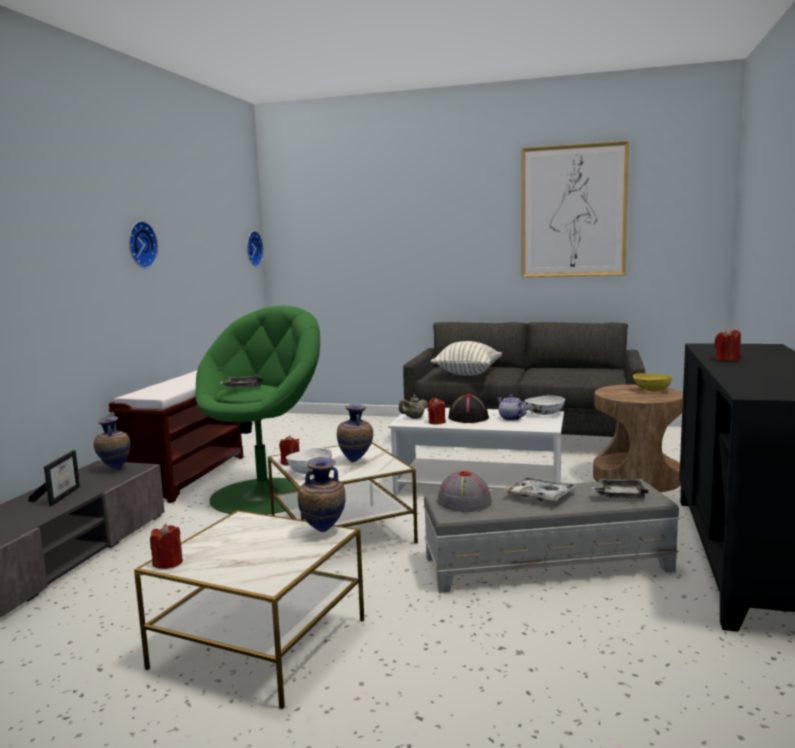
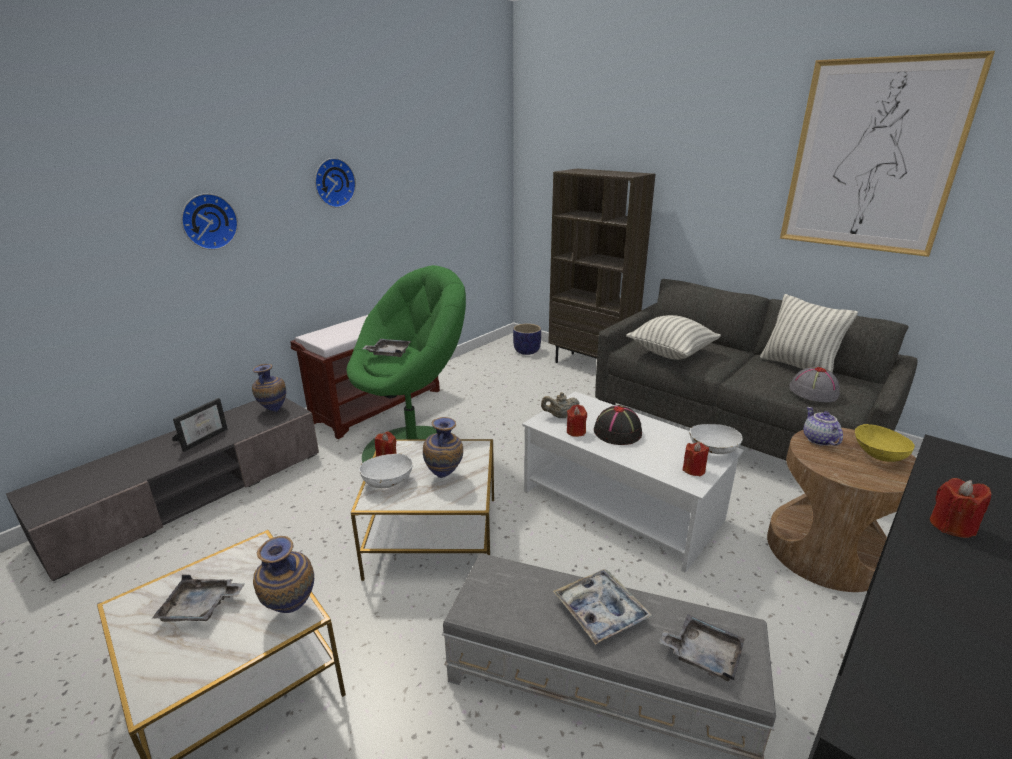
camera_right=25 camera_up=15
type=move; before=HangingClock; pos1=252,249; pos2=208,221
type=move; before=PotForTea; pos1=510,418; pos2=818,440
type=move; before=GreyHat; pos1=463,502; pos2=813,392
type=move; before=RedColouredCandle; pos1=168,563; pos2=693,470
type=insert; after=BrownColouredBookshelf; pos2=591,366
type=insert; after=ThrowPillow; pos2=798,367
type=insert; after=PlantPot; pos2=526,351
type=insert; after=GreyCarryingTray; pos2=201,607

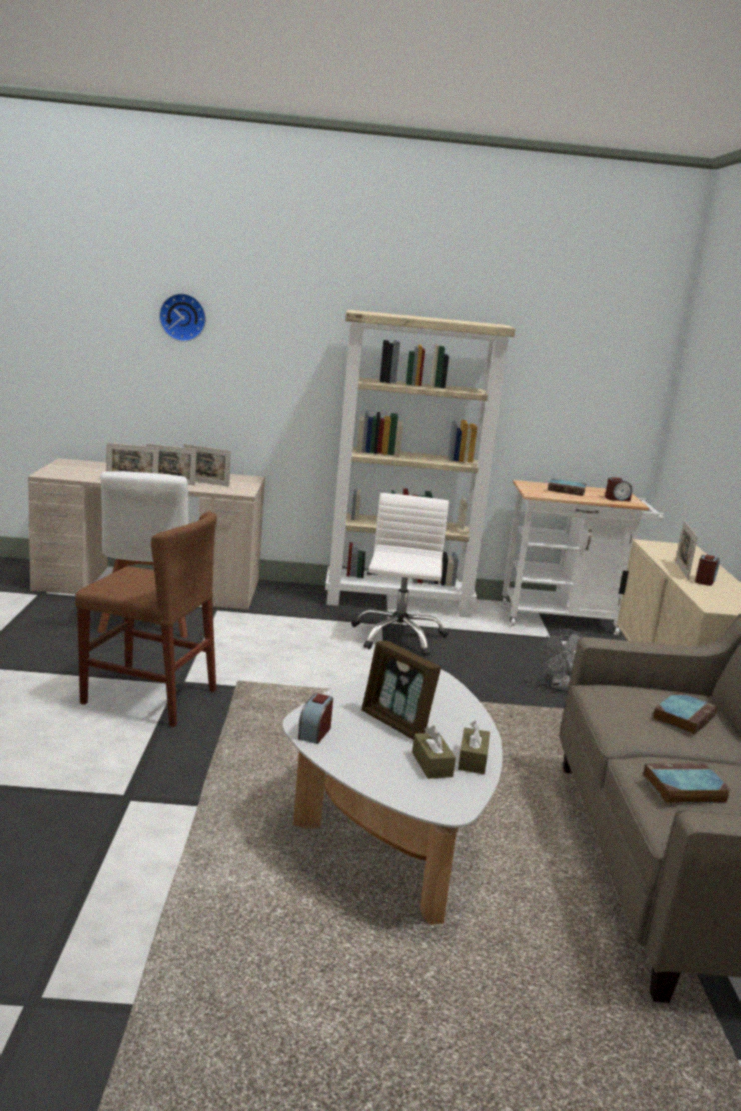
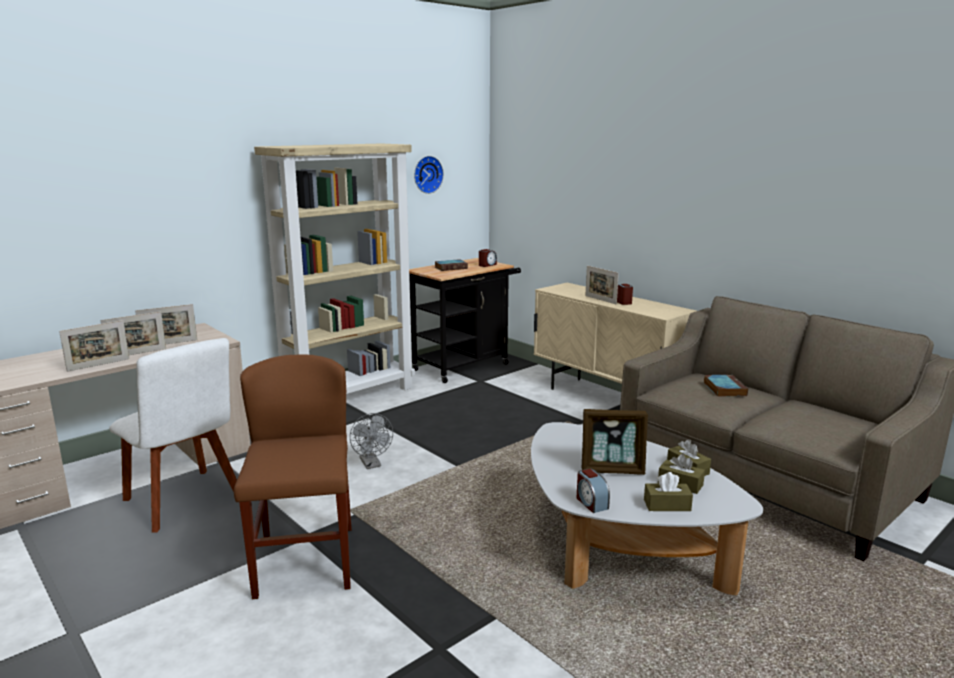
camera_right=-40 camera_up=0
type=move; before=HangingClock; pos1=183,317; pos2=427,174
type=recolor; before=WhiteColouredCart; after=BlackCart; pos1=566,619; pos2=465,365
type=delete; before=WhiteColouredOfficeChair; pos1=397,636
type=rotate; before=BrownColouredPlainChair; pos1=149,696; pos2=305,561; turn=-75
type=move; before=GreyFan; pos1=560,686; pos2=372,464
type=delete; before=BoundBook; pos1=683,789
type=insert; after=BrownColouredTissueHolder; pos2=667,505

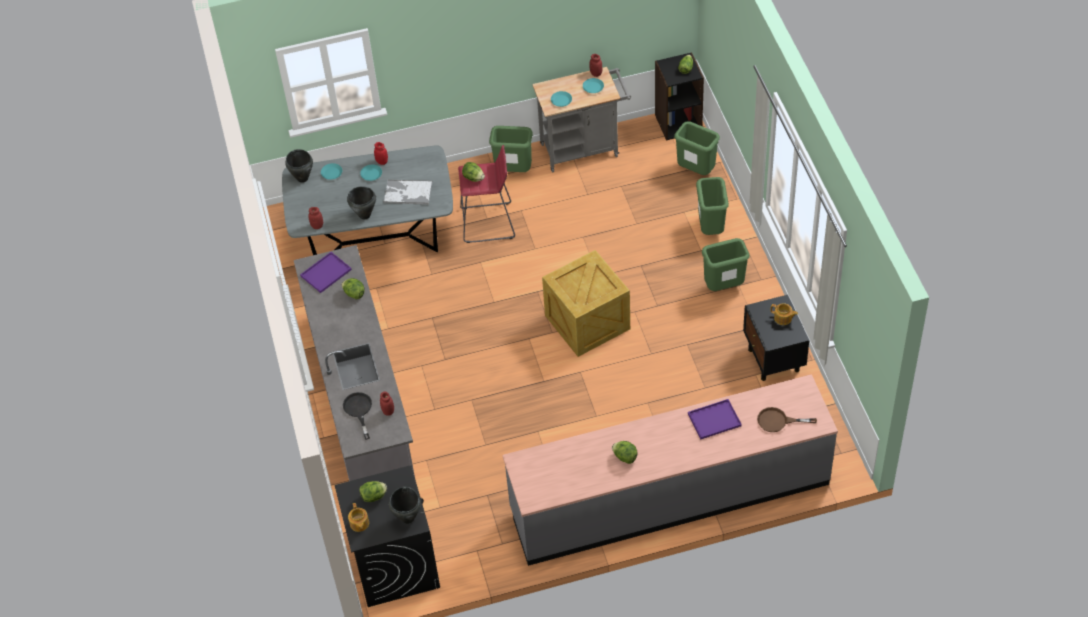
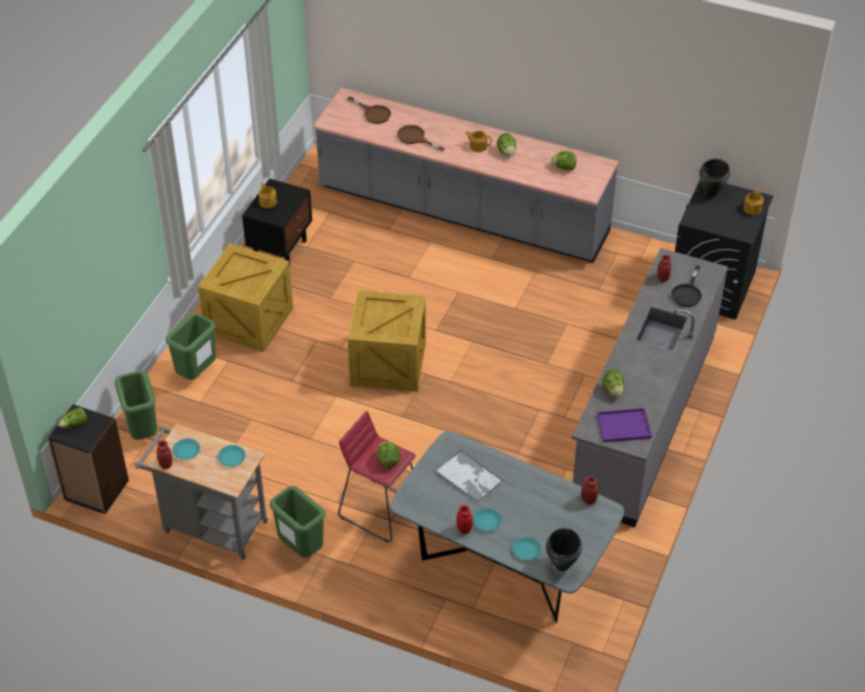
camera_right=-145 camera_up=-5
type=delete; before=BlackStockpot; pos1=365,215
type=replace; before=GreenRubbishBin; after=PackingCrate; pos1=724,287; pos2=247,321
type=replace; before=PurplishCarryingTray; after=BrownColouredFryingPan; pos1=715,419; pos2=415,138
type=move; before=Lettuce; pos1=374,496; pos2=564,168
type=insert; after=PotForTea; pos2=478,146

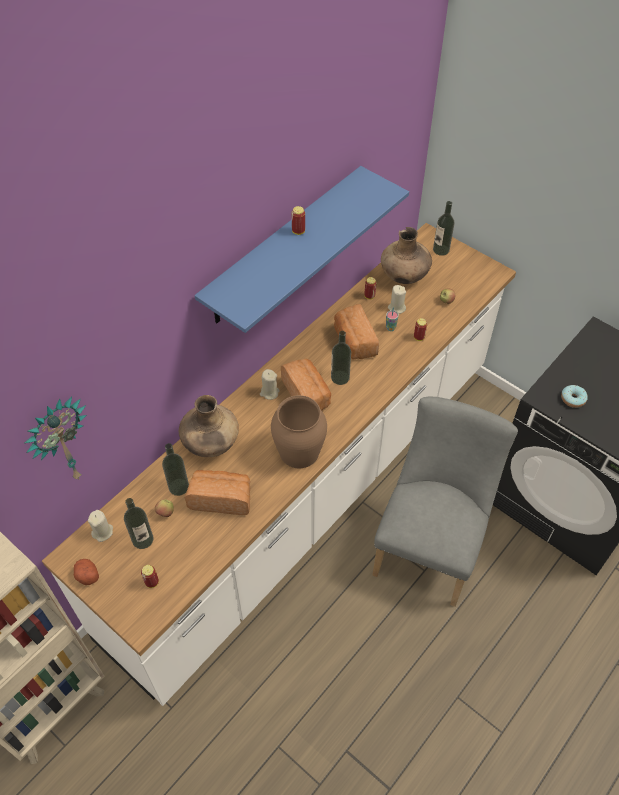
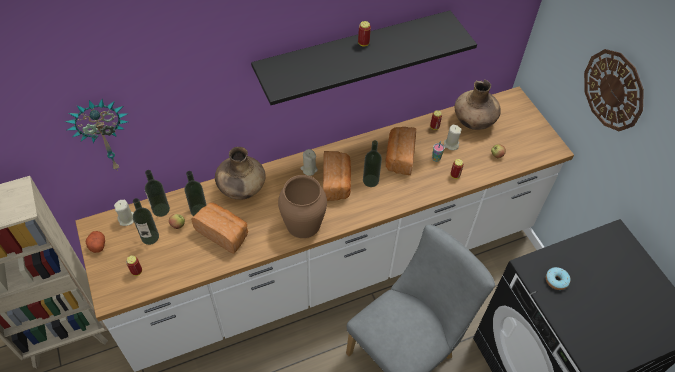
camera_right=25 camera_up=0
type=recolor; before=BluishWallShelf; after=BlackWallShelf; pos1=283,246; pos2=353,53
type=move; before=Bottle; pos1=441,250; pos2=161,209
type=insert; after=HangingClock; pos2=613,90

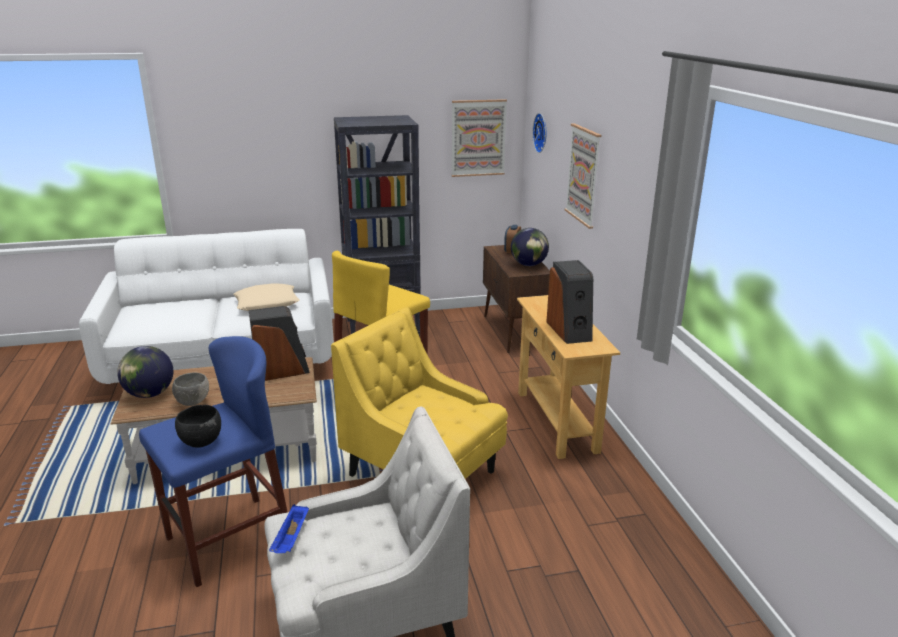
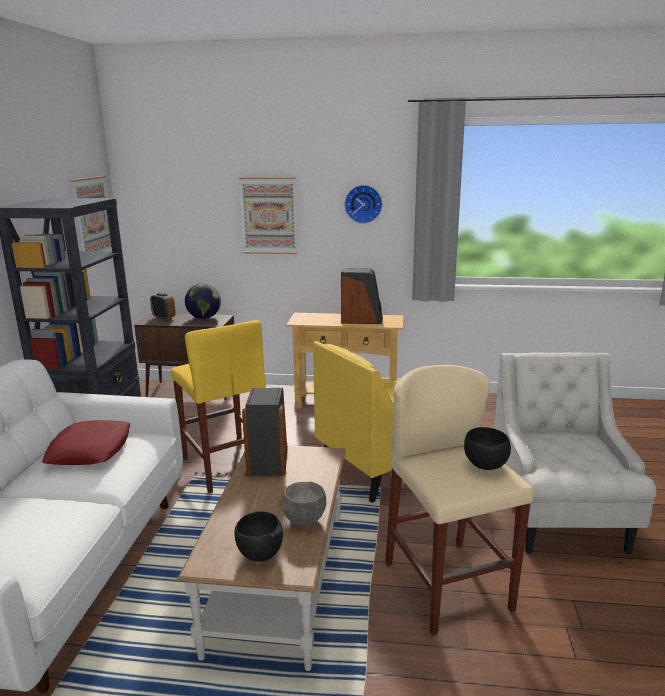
camera_right=-70 camera_up=-5
type=move; before=HangingClock; pos1=542,133; pos2=363,204
type=recolor; before=SandColouredThrowPillow; after=RedColouredThrowPillow; pos1=267,303; pos2=90,450
type=recolor; before=BluishSittingStool; after=SandColouredSittingStool; pos1=229,540; pos2=447,585
type=replace; before=DeskGlobe; after=BlackDeepDish; pos1=150,394; pos2=259,554
type=delete; before=BluishCarryingTray; pos1=291,539

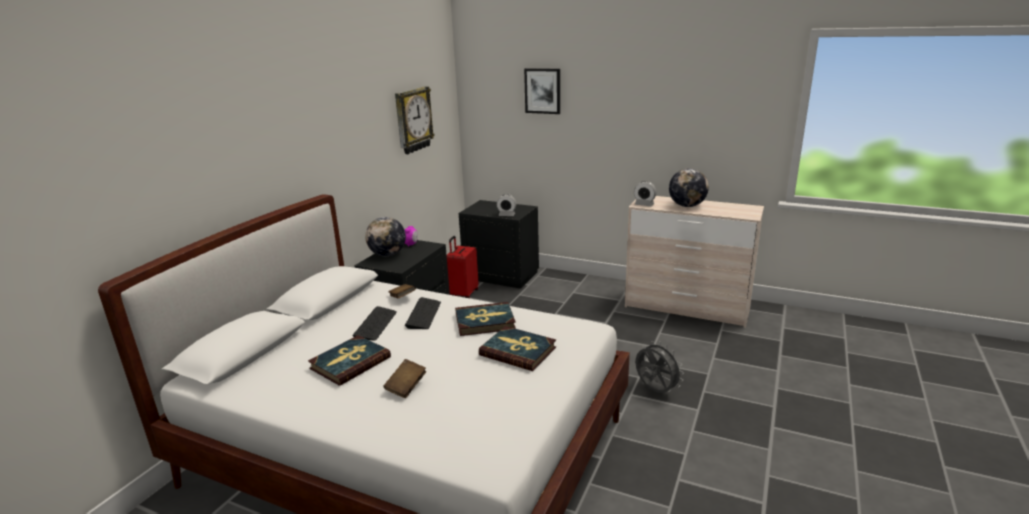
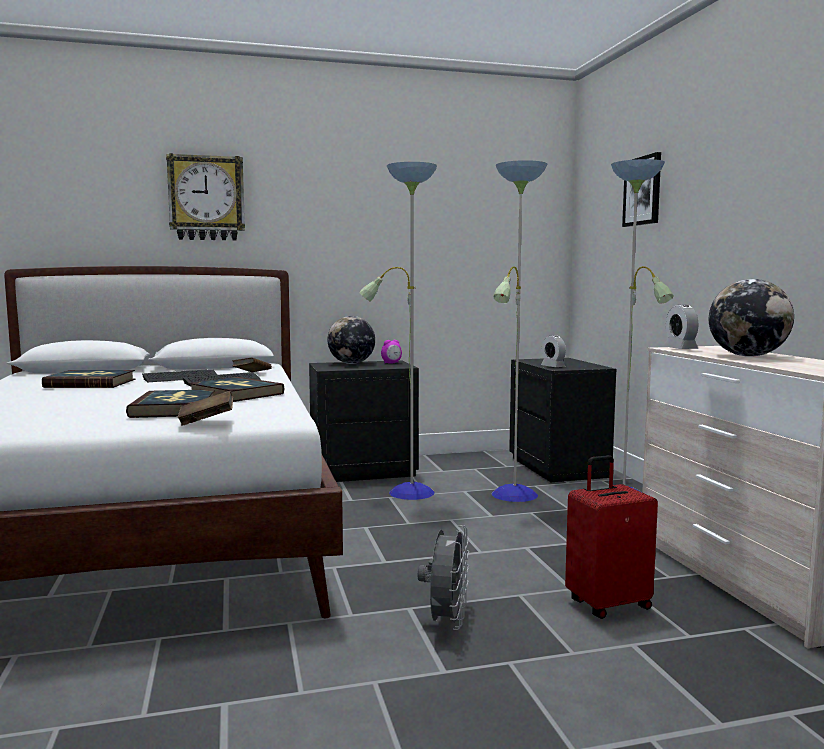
camera_right=50 camera_up=-15
type=move; before=HangingClock; pos1=413,120; pos2=206,198
type=move; before=RedColouredSuitcase; pos1=463,294; pos2=607,604
type=move; before=BrownColouredBoundBook; pos1=406,387; pos2=206,421
type=insert; after=StandardLamp; pos2=514,495

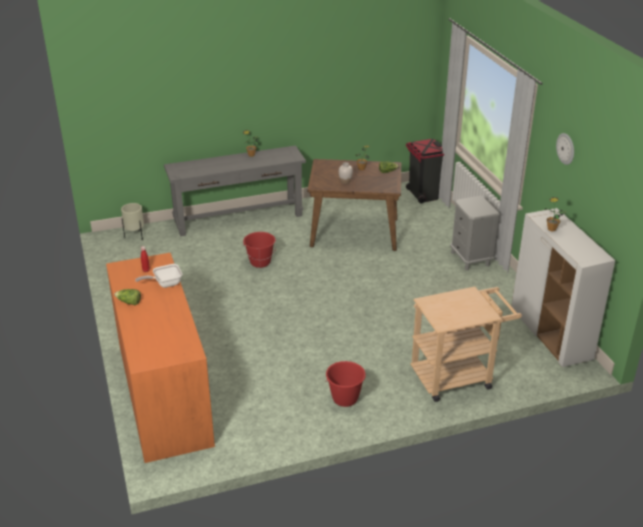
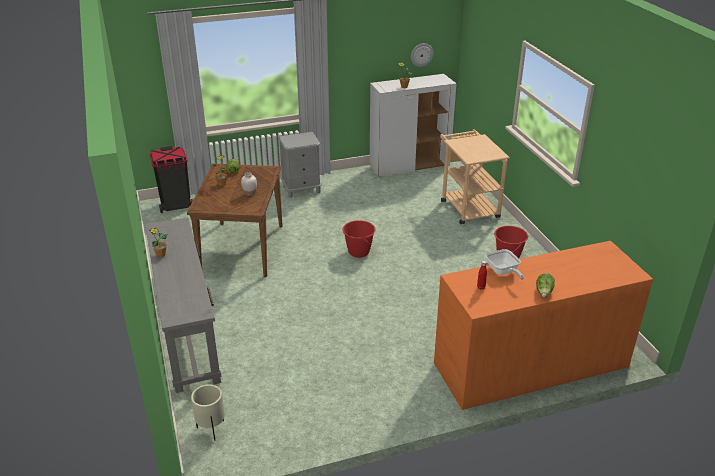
camera_right=-90 camera_up=0
type=move; before=HangingClock; pos1=566,148; pos2=421,54
type=move; before=RedColouredWaterBucket; pos1=260,262; pos2=358,252

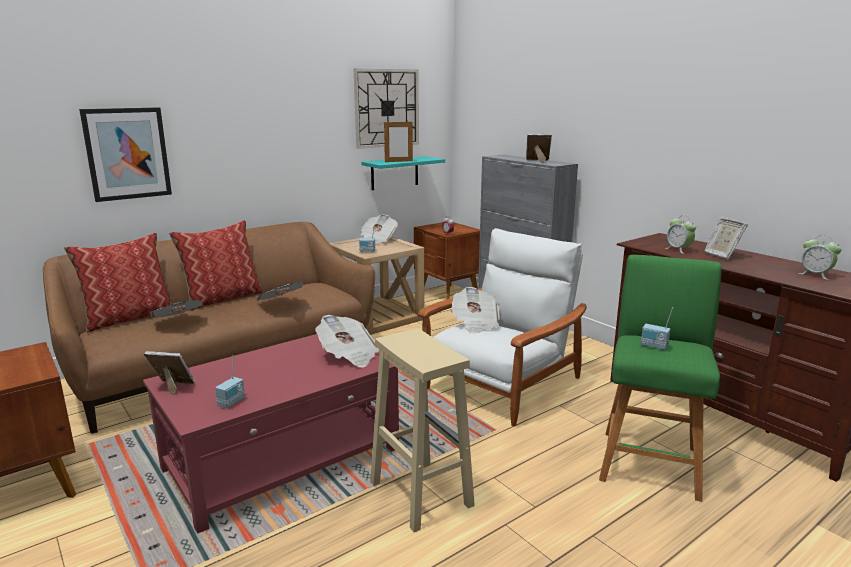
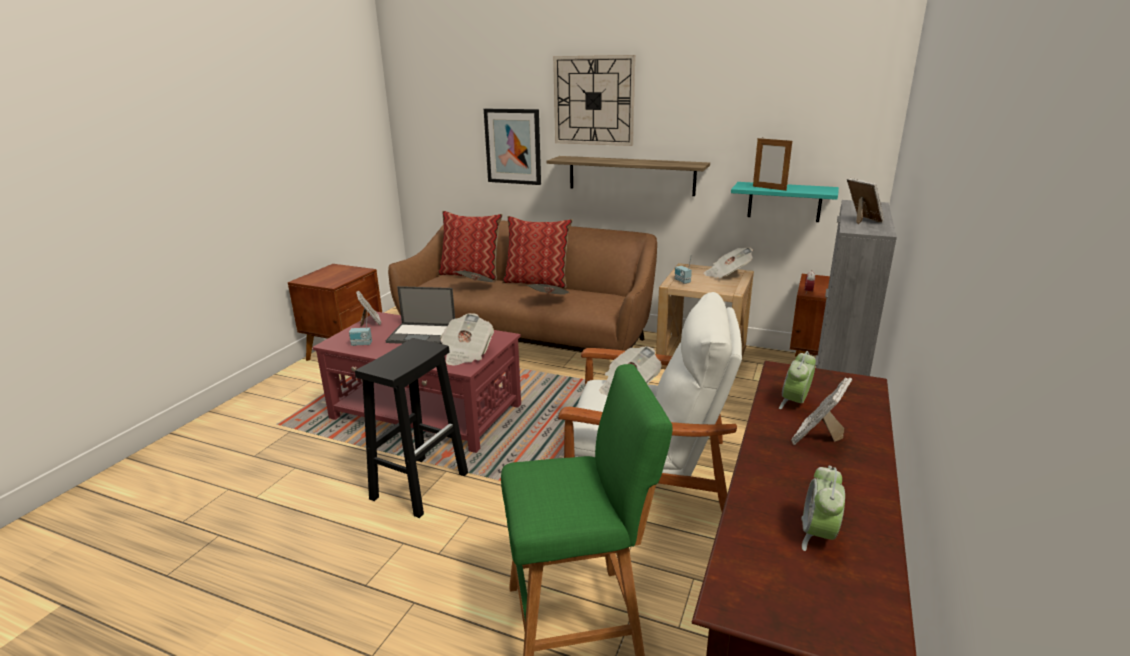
camera_right=60 camera_up=5
type=move; before=HangingClock; pos1=386,108; pos2=594,100
type=delete; before=Radio; pos1=654,346
type=recolor; before=SandColouredSittingStool; after=BlackSittingStool; pos1=419,493; pos2=420,484
type=insert; after=WallShelf; pos2=631,175
type=insert; after=PortableComputer; pos2=423,334

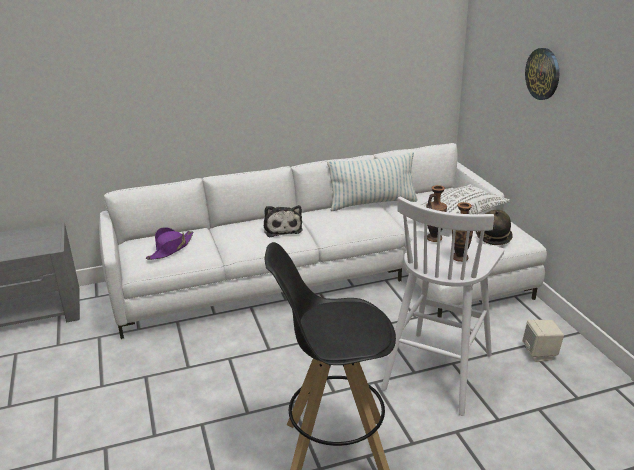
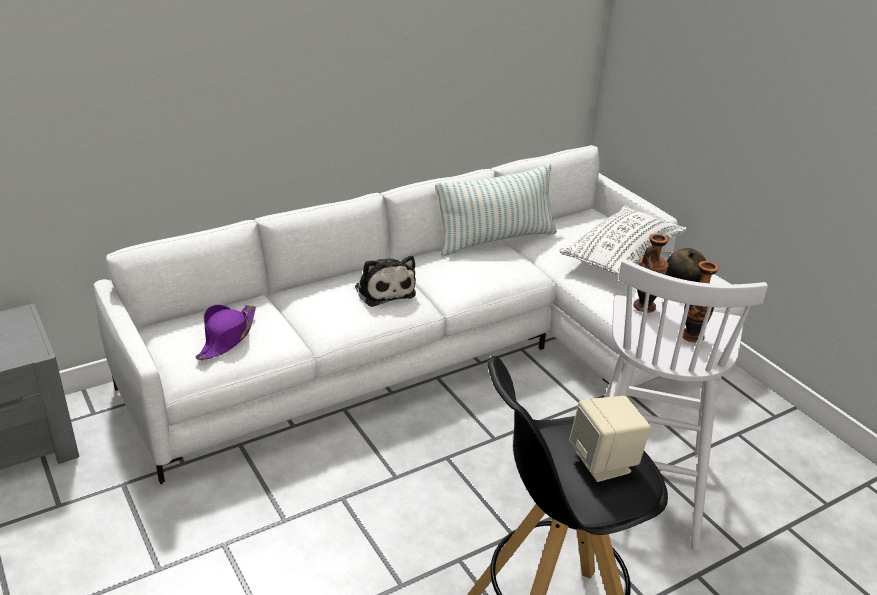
camera_right=-15 camera_up=5
type=delete; before=HangingClock; pos1=543,74
type=move; before=SandColouredAudioSpeaker; pos1=540,354; pos2=604,463

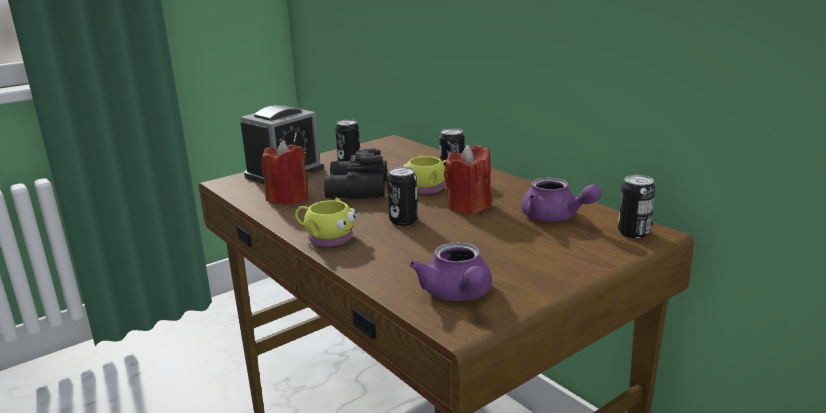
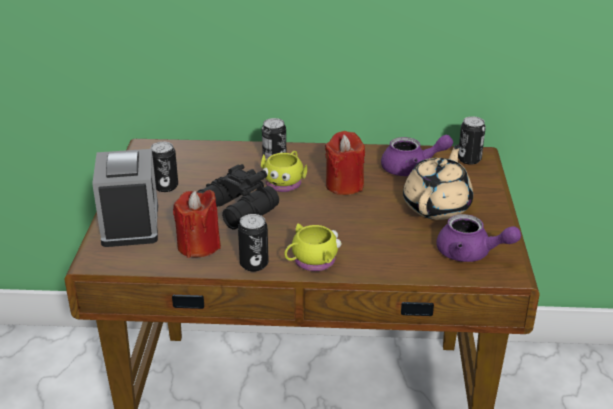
camera_right=-50 camera_up=10
type=move; before=Can; pos1=403,221; pos2=254,264
type=insert; after=SandColouredPotForTea; pos2=437,206

